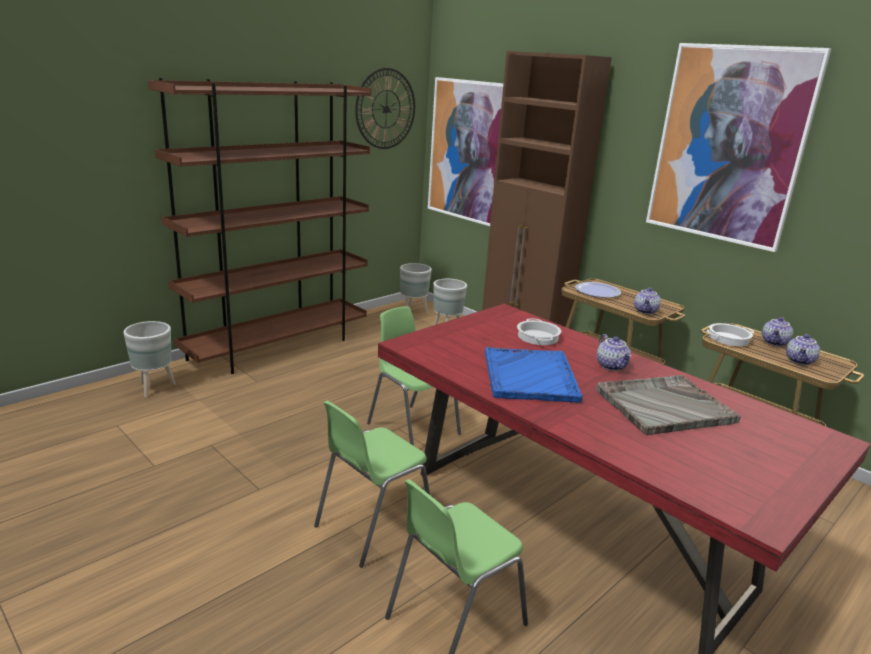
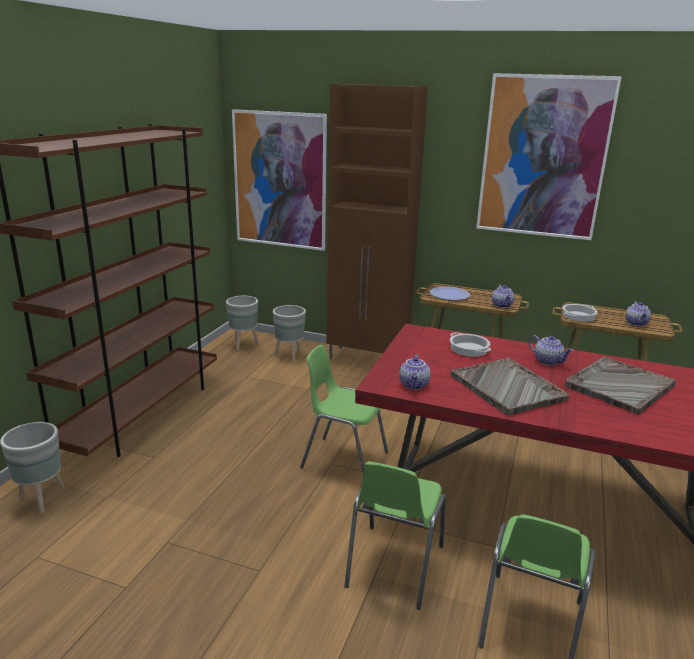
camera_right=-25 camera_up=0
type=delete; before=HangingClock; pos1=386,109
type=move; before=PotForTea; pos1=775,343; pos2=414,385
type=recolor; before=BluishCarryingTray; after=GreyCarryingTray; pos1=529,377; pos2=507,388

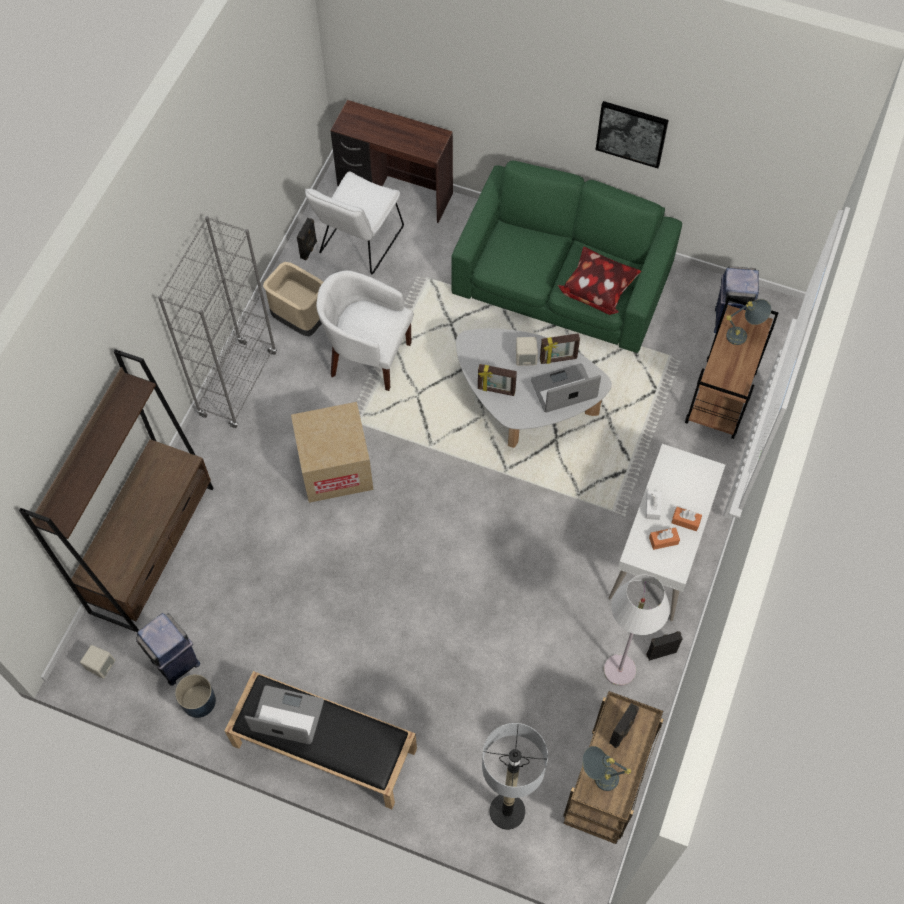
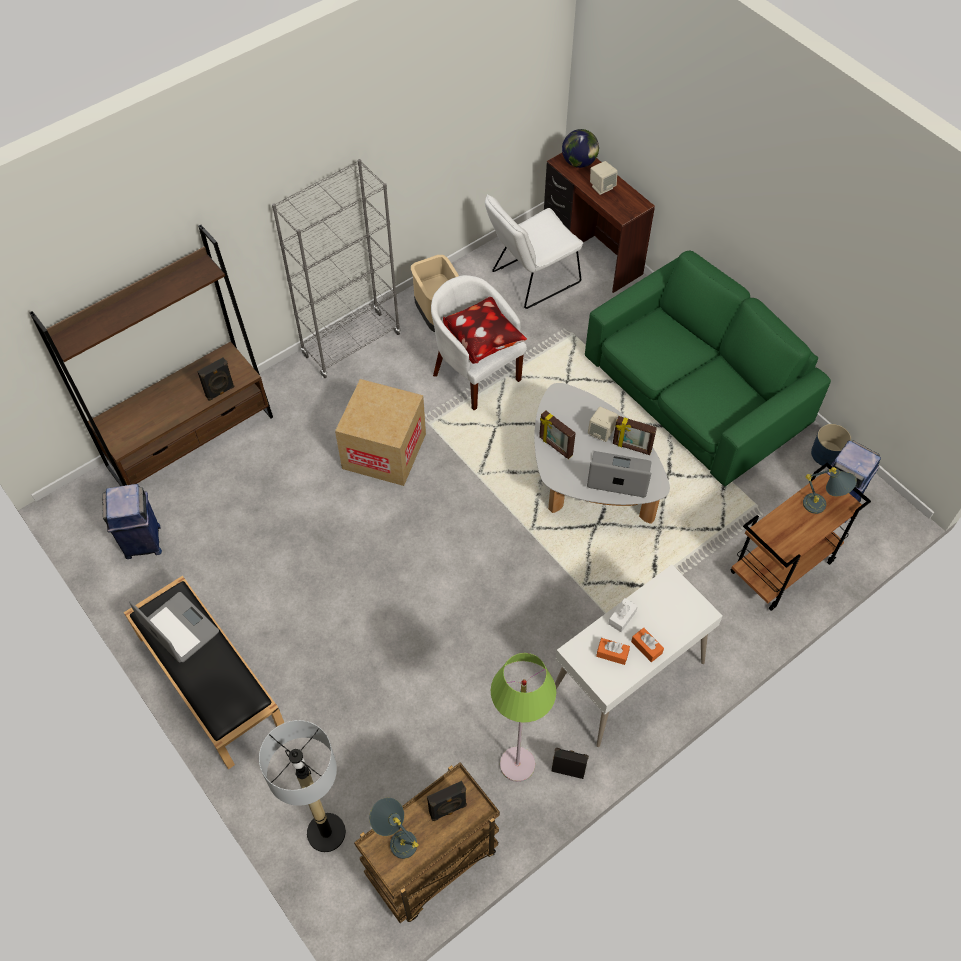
camera_right=30 camera_up=-5
type=delete; before=WallArt; pos1=631,133
type=move; before=BlackAudioSpeaker; pos1=309,250; pos2=220,392
type=move; before=ThrowPillow; pos1=597,290; pos2=483,341
type=recolor; before=WhiteColouredStandardLamp; after=GreenStandardLamp; pos1=619,670; pos2=517,764
type=move; before=SandColouredAudioSpeaker; pos1=101,666; pos2=602,187
type=move; before=BluishPlantPot; pos1=199,701; pos2=827,454
type=insert; after=DeskGlobe; pos2=579,162

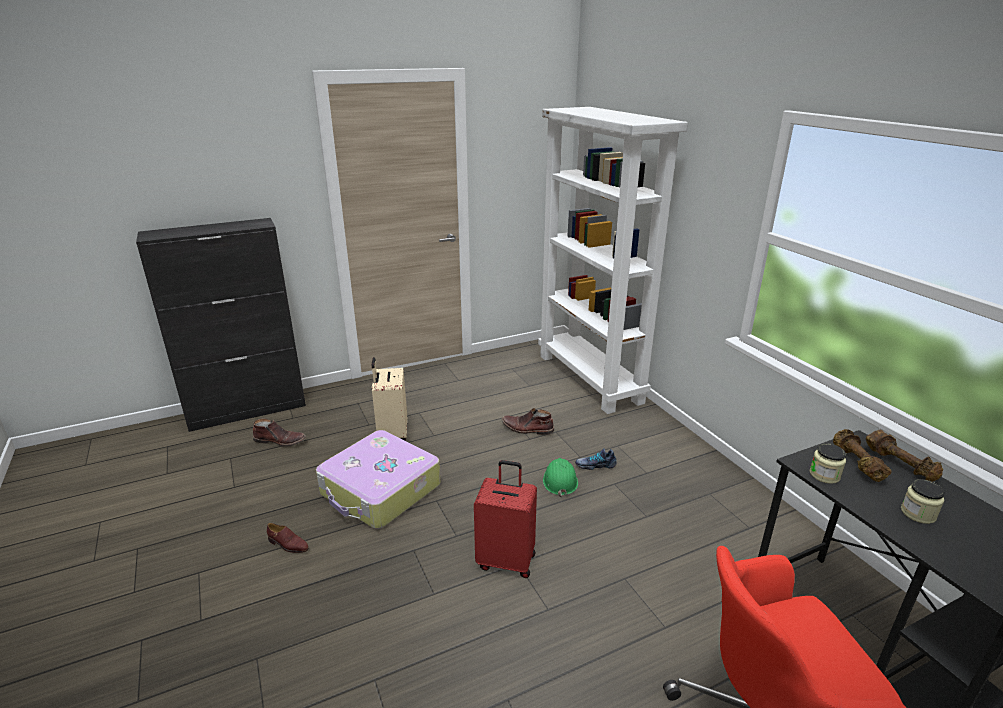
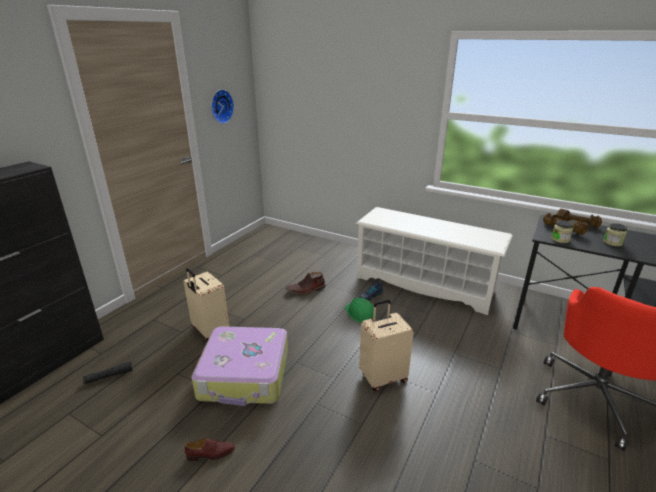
camera_right=-35 camera_up=0
type=delete; before=WhiteColouredBookshelf; pos1=590,378
type=replace; before=BrownColouredTallBoot; after=BlackHandTorch; pos1=280,440; pos2=109,376
type=recolor; before=RedColouredSuitcase; after=SandColouredSuitcase; pos1=506,560; pos2=383,377
type=insert; after=HangingClock; pos2=220,106
type=insert; after=WhiteColouredShoeStand; pos2=425,284

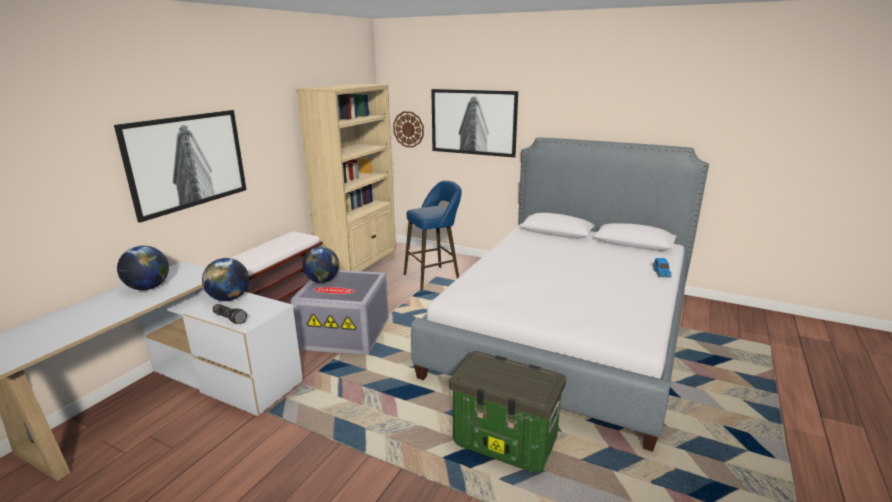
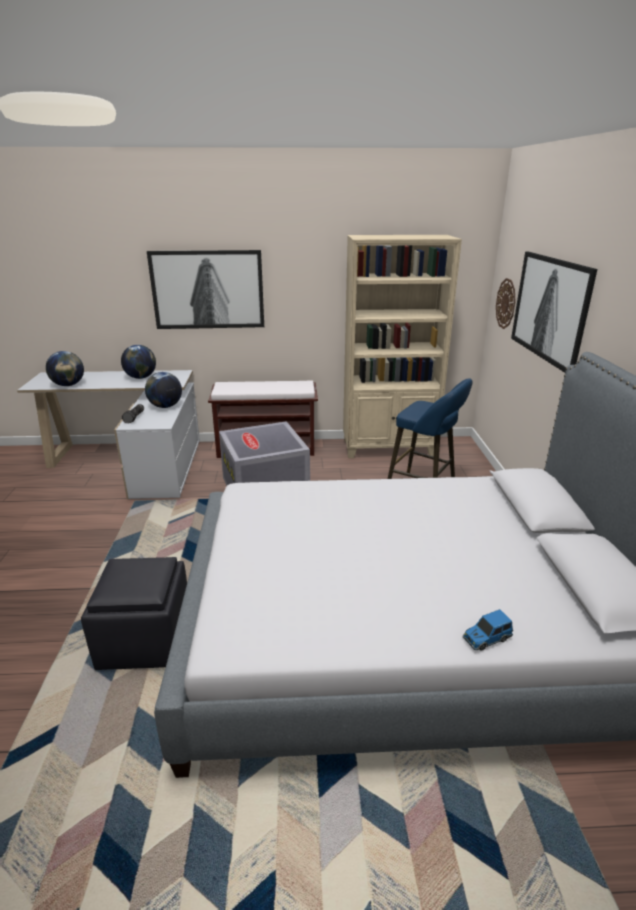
camera_right=60 camera_up=5
type=move; before=DeskGlobe; pos1=322,281; pos2=68,385
type=replace; before=StorageBin; after=BlackPouffe; pos1=506,443; pos2=146,640

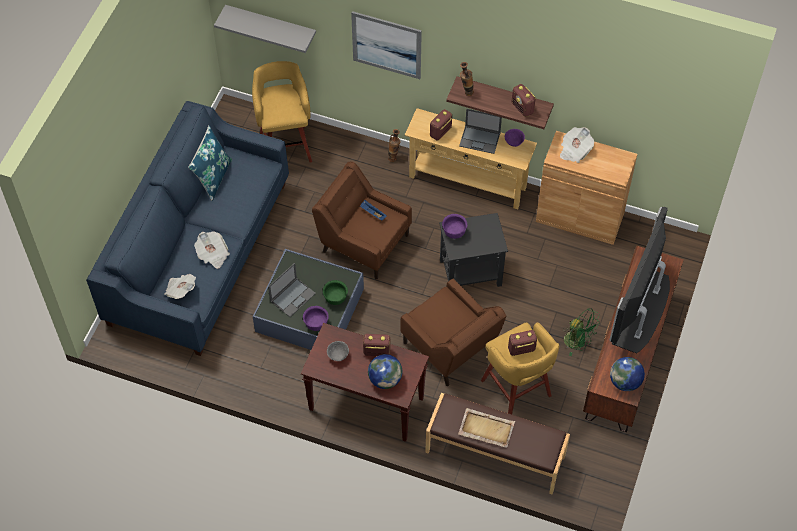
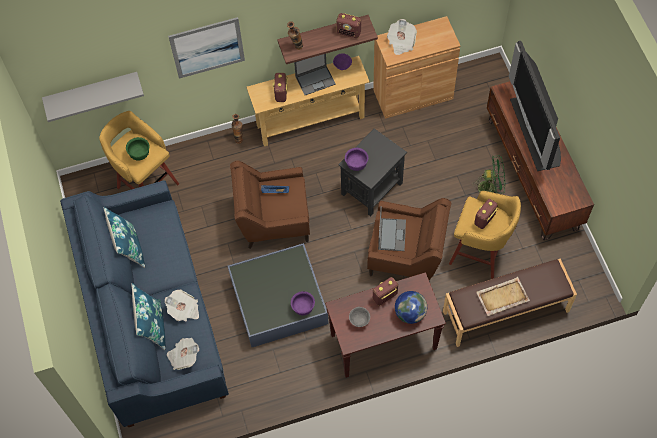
camera_right=-35 camera_up=5
type=move; before=PortableComputer; pos1=293,297; pos2=391,234
type=move; before=GreenDeepDish; pos1=335,298; pos2=140,154
type=delete; before=DeskGlobe; pos1=625,382
type=insert; after=BluishThrowPillow; pos2=153,326

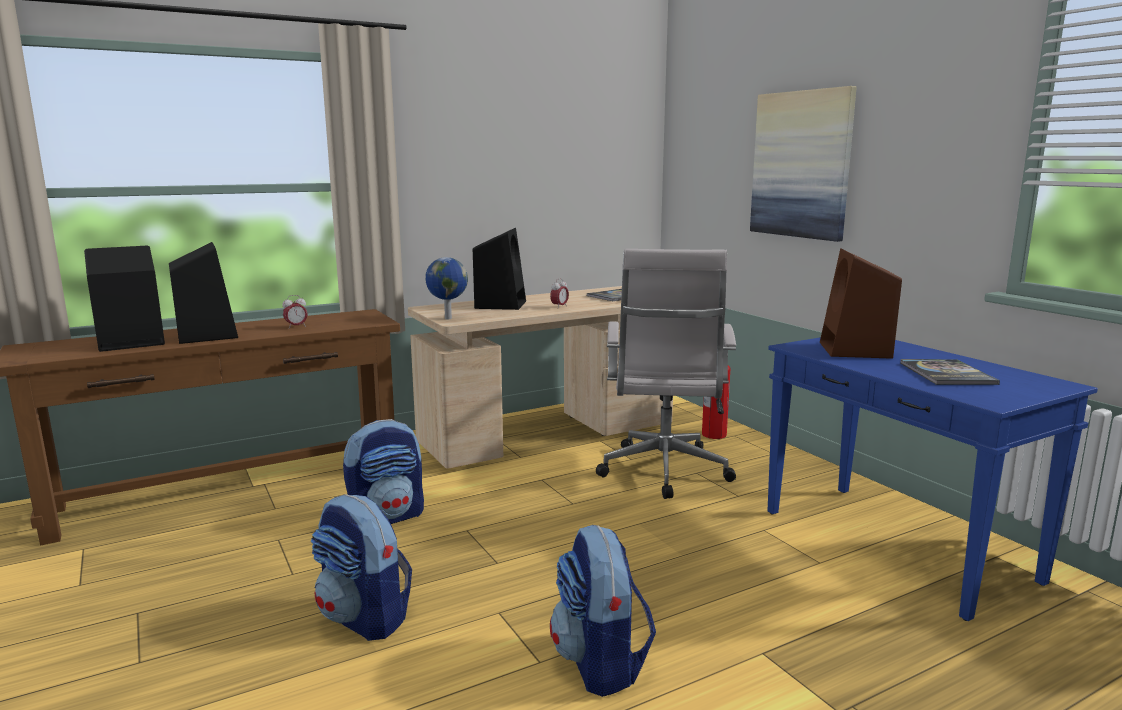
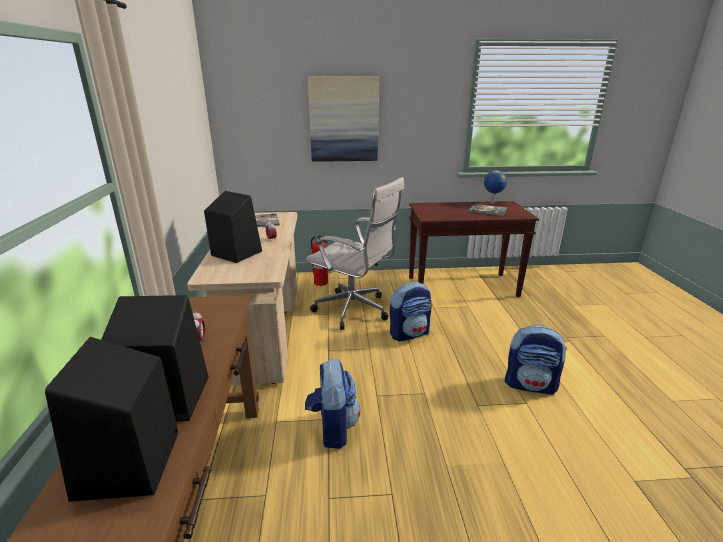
camera_right=-65 camera_up=10
type=delete; before=BrownColouredAudioSpeaker; pos1=856,350
type=move; before=DeskGlobe; pos1=447,318; pos2=492,203
type=recolor; before=BluishHallTable; after=BrownColouredHallTable; pos1=897,546; pos2=463,287
type=move; before=Knapsack; pos1=365,618; pos2=409,333

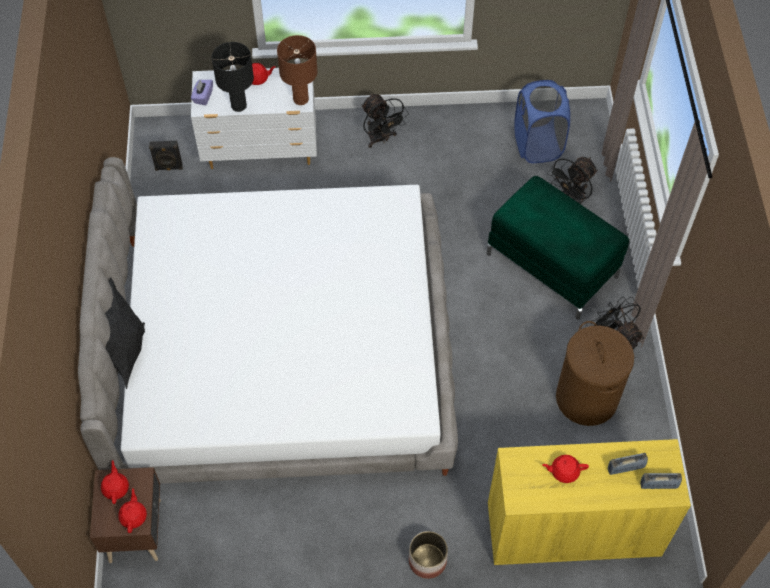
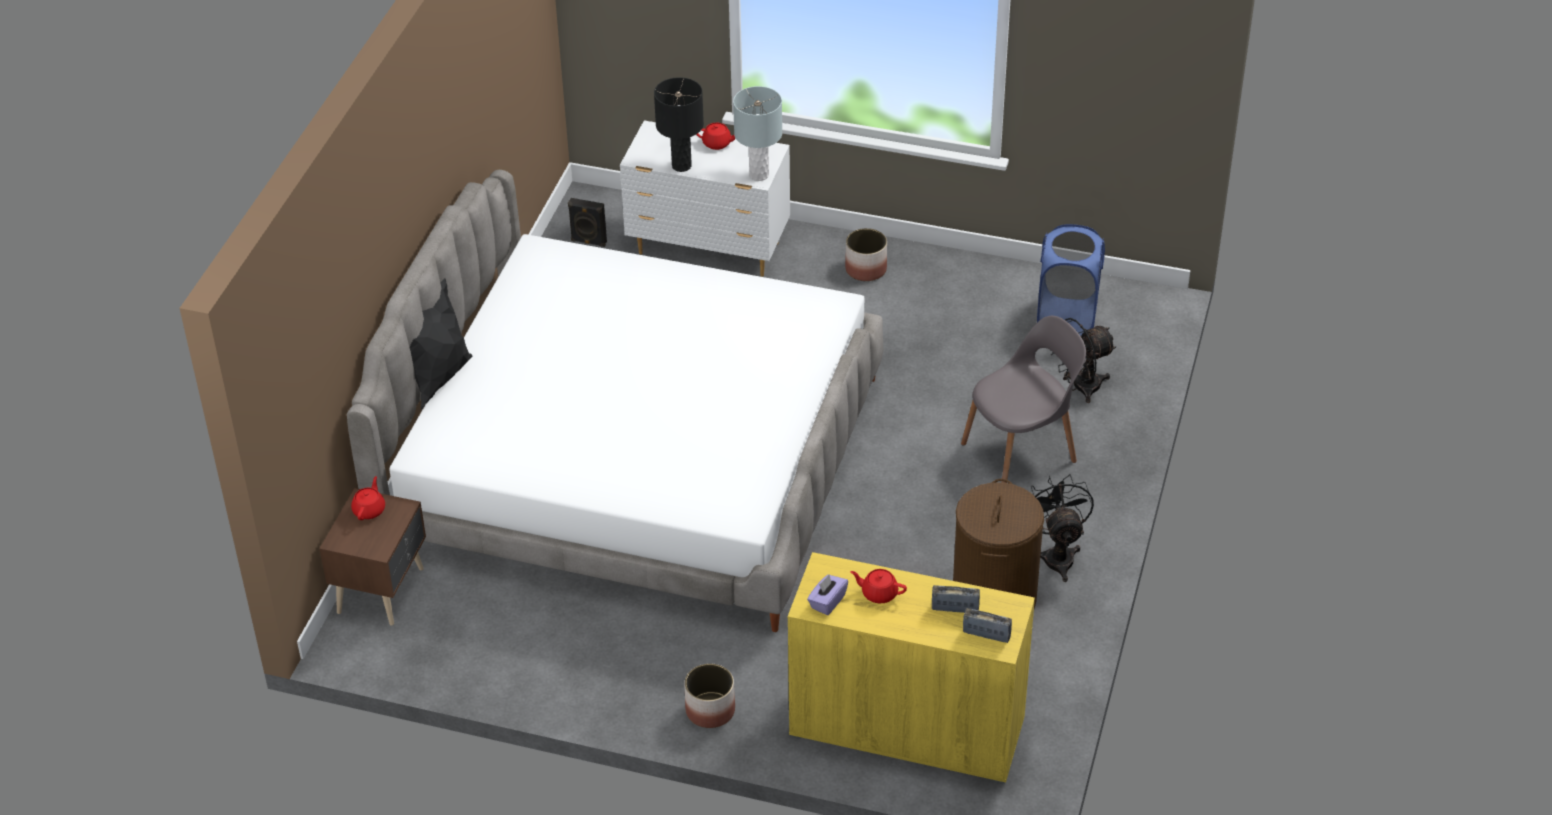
camera_right=20 camera_up=-15
type=recolor; before=BrownColouredLampForATable; after=GreyLampForATable; pos1=301,99; pos2=759,174
type=move; before=PurplishTissueHolder; pos1=203,97; pos2=827,602
type=replace; before=BlackFan; after=PlantPot; pos1=381,139; pos2=866,269
type=replace; before=GreenPouffe; after=GreyPlainChair; pos1=553,265; pos2=1021,451
type=delete; before=RedColouredPotForTea; pos1=133,516

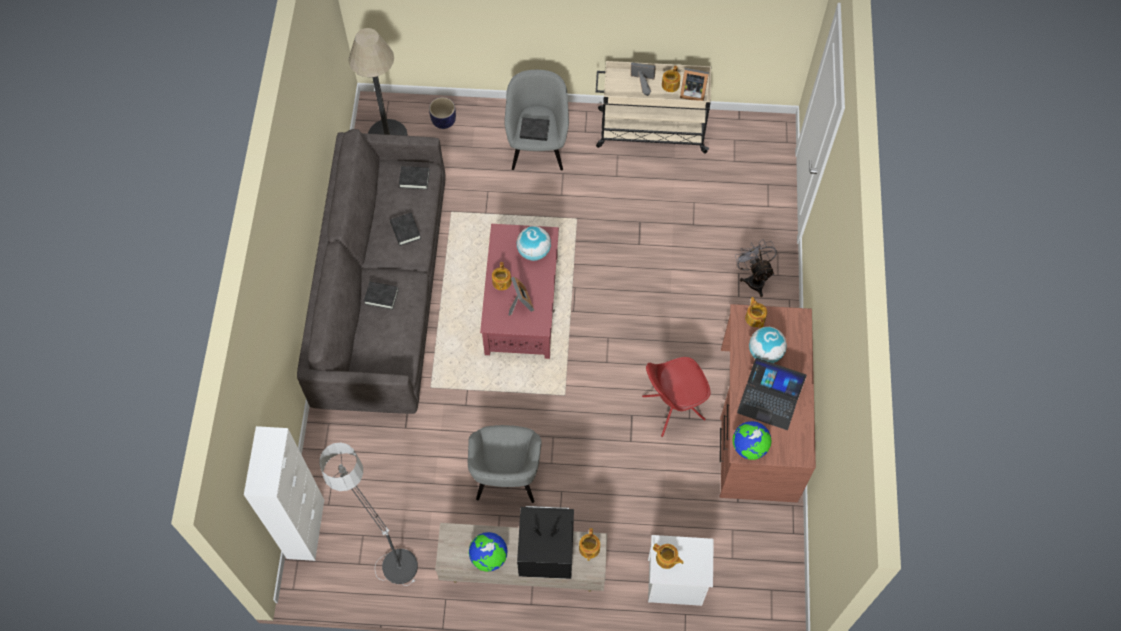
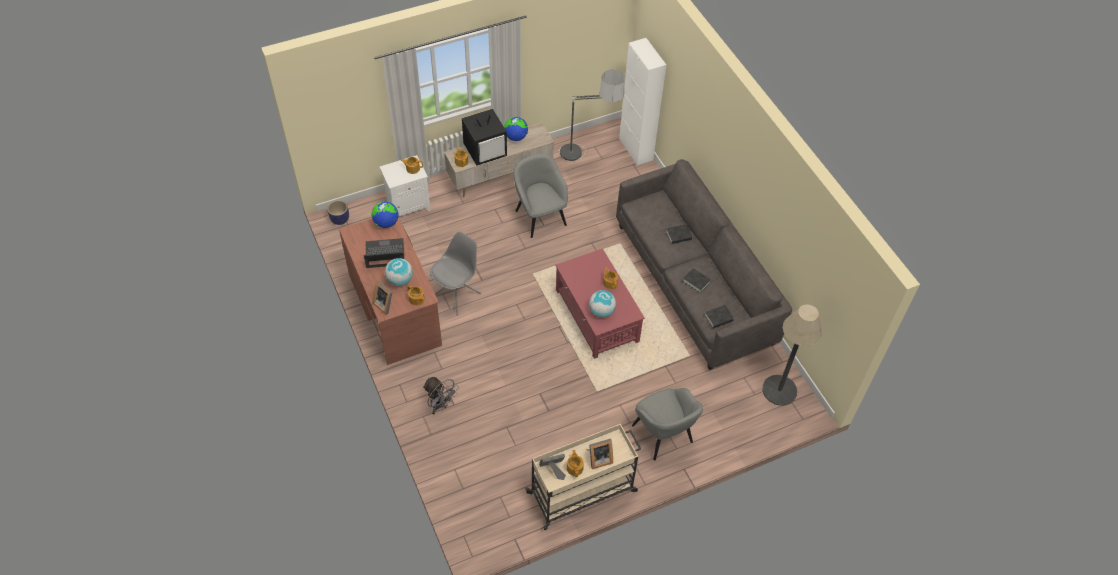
camera_right=150 camera_up=-10
type=move; before=PlantPot; pos1=444,121; pos2=339,219
type=delete; before=BlackBoundBook; pos1=534,131
type=move; before=PictureFrame; pos1=520,304; pos2=385,304
type=recolor; before=RedColouredPlainChair; after=GreyPlainChair; pos1=672,408; pos2=457,295

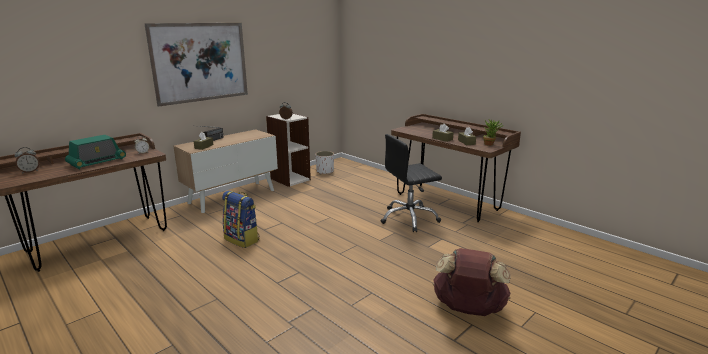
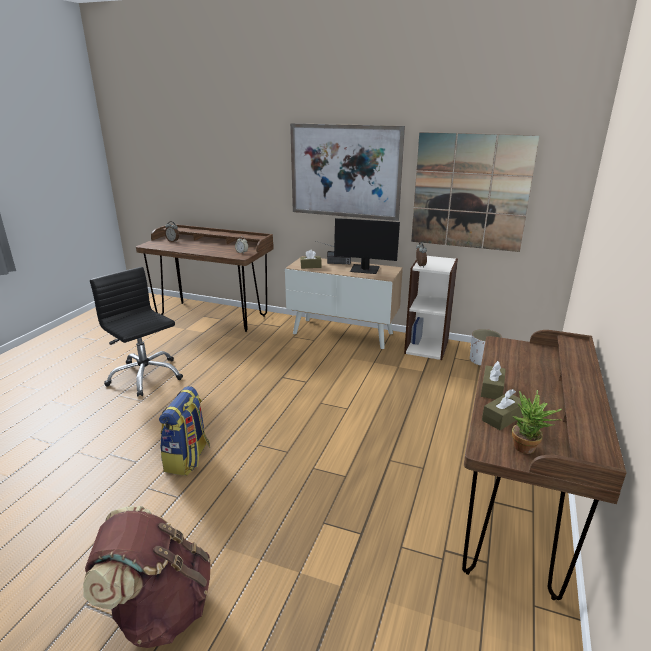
camera_right=65 camera_up=5
type=move; before=BlackOfficeChair; pos1=409,218; pos2=145,376
type=delete; before=Radio; pos1=97,162
type=move; before=Knapsack; pos1=242,239; pos2=188,459
type=insert; after=WallArt; pos2=470,192
type=insert; after=ComputerScreen; pos2=365,270

